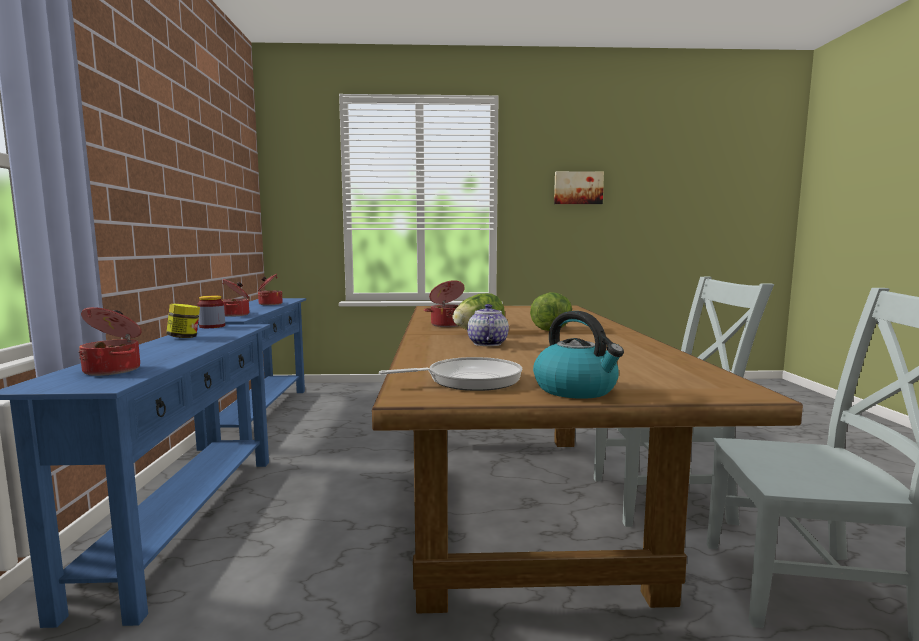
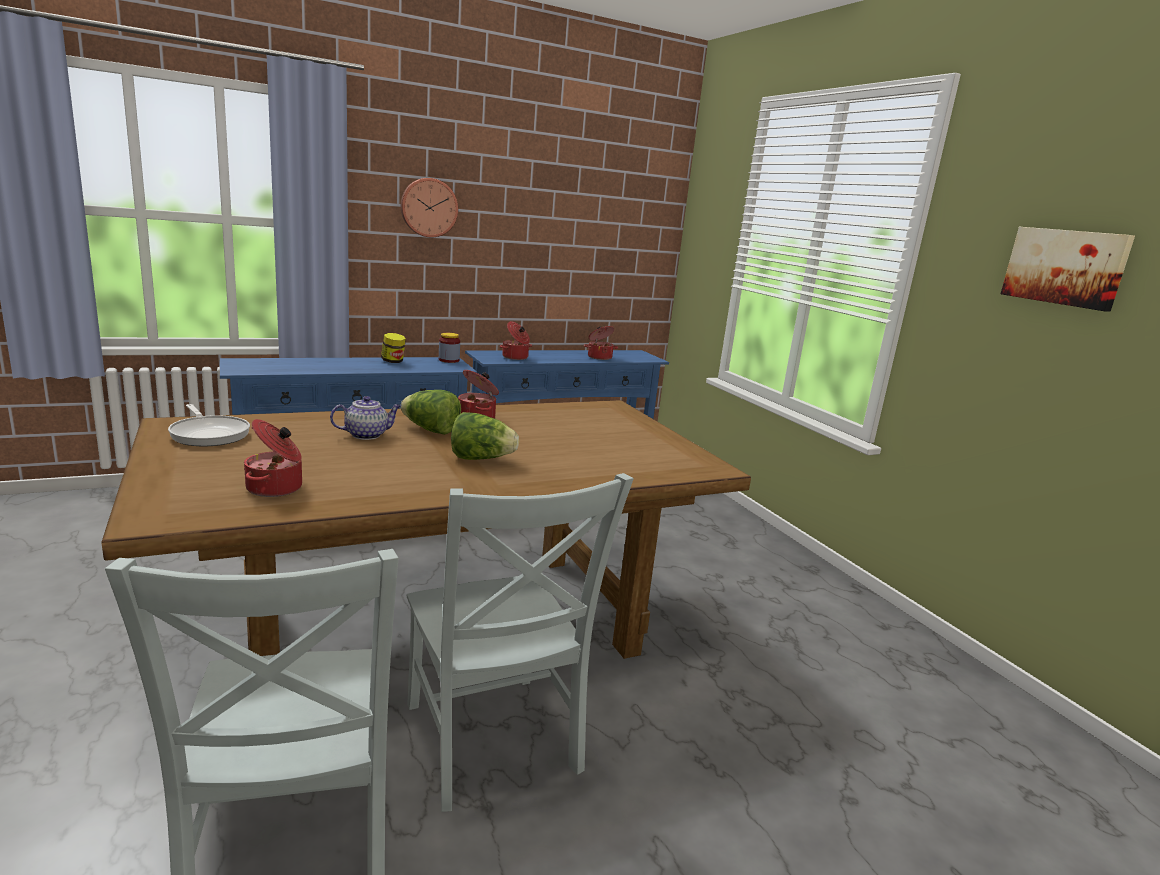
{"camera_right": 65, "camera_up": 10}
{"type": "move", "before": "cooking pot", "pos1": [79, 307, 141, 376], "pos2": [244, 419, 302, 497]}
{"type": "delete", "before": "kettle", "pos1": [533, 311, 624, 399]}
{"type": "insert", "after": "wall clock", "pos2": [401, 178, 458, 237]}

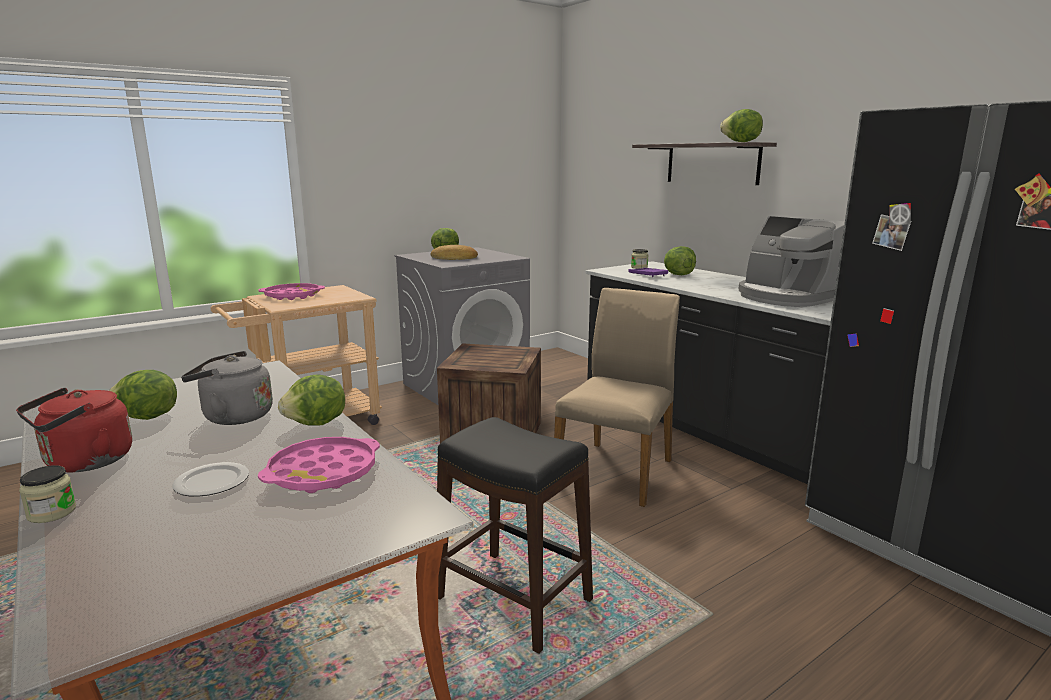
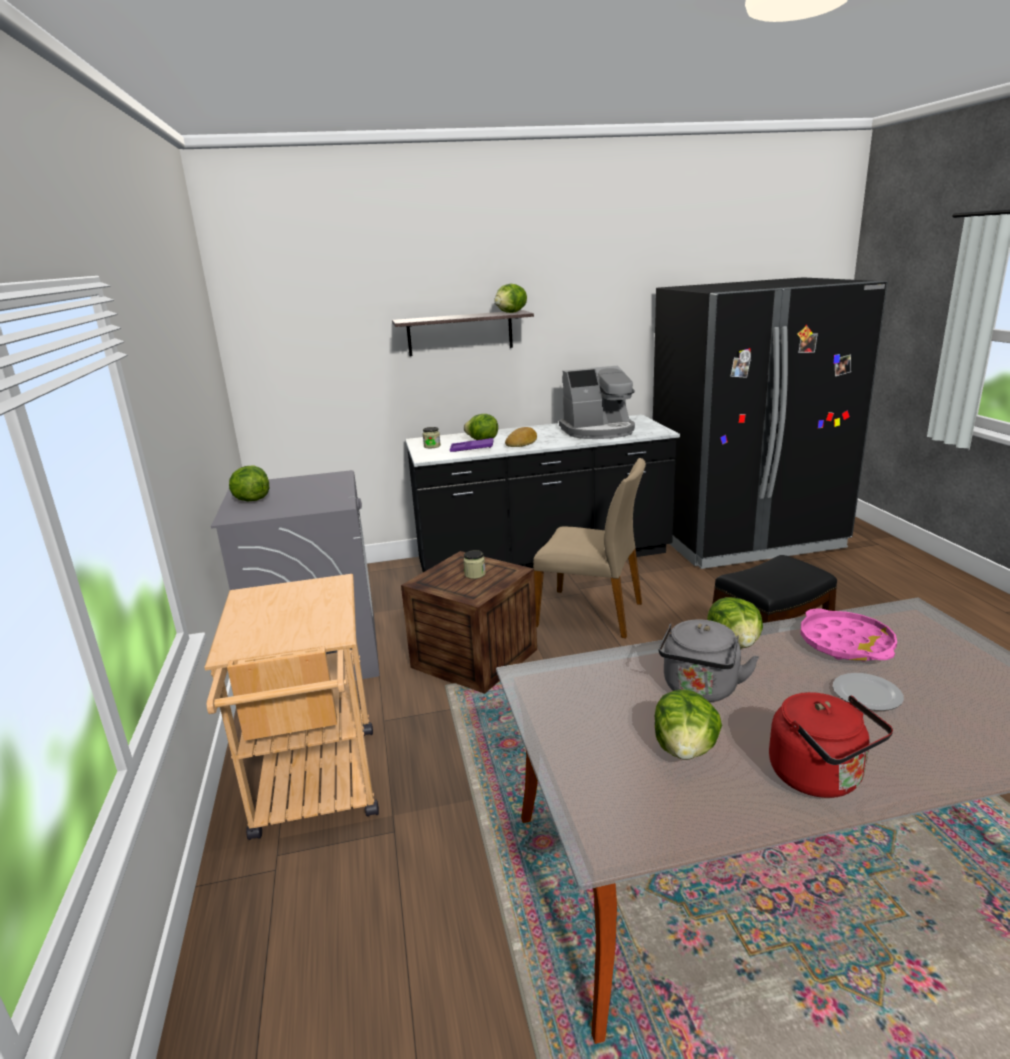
{"camera_right": -65, "camera_up": 5}
{"type": "move", "before": "jar", "pos1": [19, 465, 76, 523], "pos2": [463, 550, 486, 579]}
{"type": "delete", "before": "pink tray", "pos1": [258, 283, 325, 300]}
{"type": "move", "before": "bread", "pos1": [431, 245, 478, 260], "pos2": [505, 427, 537, 447]}
{"type": "rotate", "before": "beige chair", "pos1": [554, 288, 680, 507], "pos2": [533, 458, 646, 638], "turn": 150}

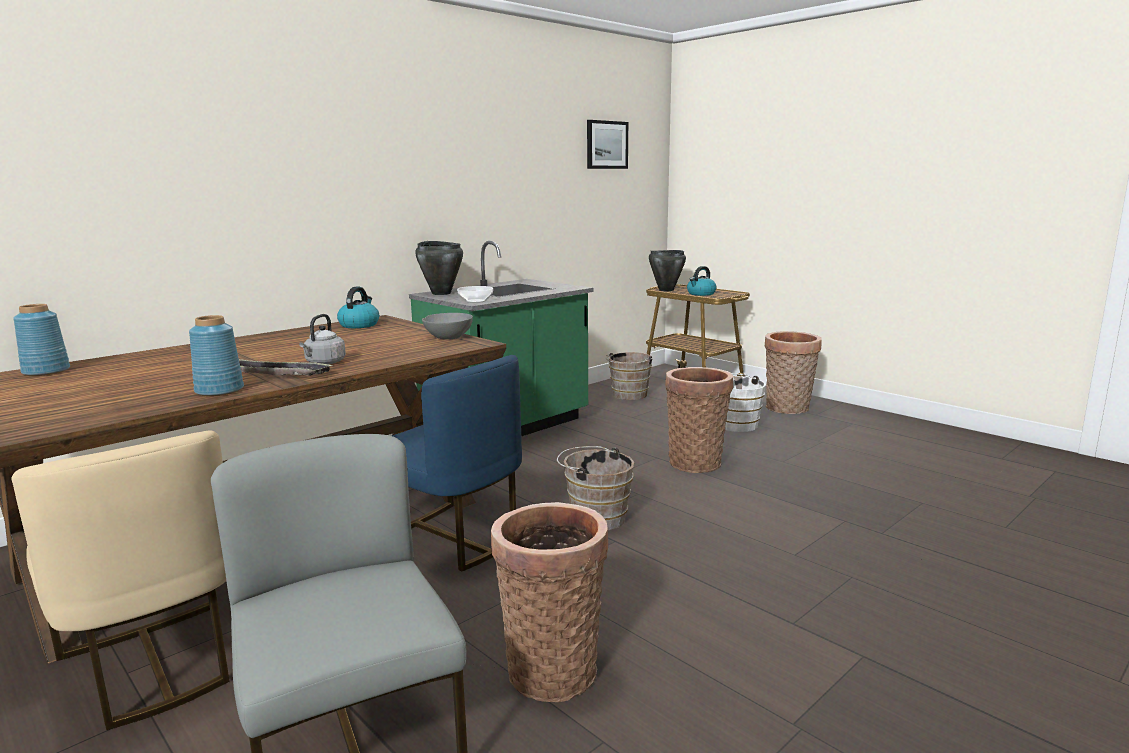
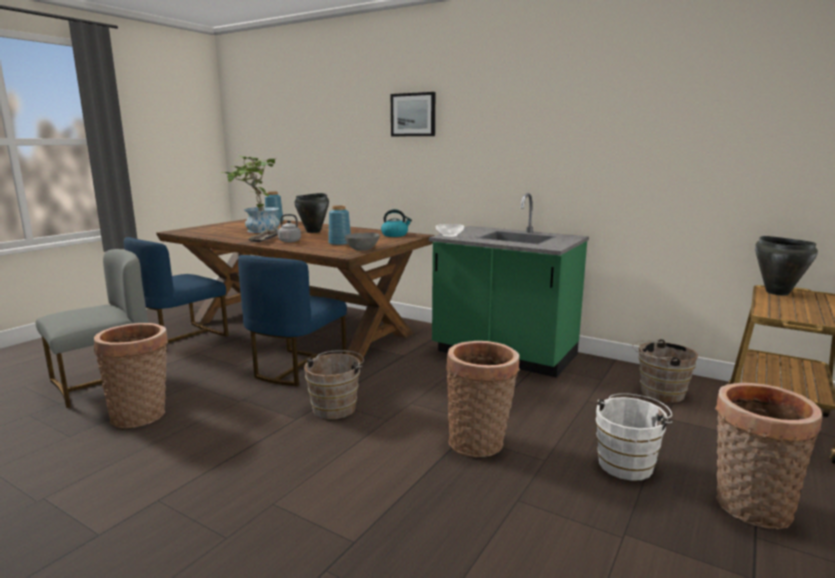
{"camera_right": 75, "camera_up": 0}
{"type": "recolor", "before": "beige chair", "after": "blue chair", "pos1": [11, 430, 230, 730], "pos2": [124, 237, 228, 351]}
{"type": "move", "before": "blue vase", "pos1": [189, 315, 244, 397], "pos2": [328, 205, 351, 246]}
{"type": "move", "before": "black cooking pot", "pos1": [415, 241, 463, 295], "pos2": [295, 193, 329, 233]}
{"type": "move", "before": "picture", "pos1": [587, 120, 628, 169], "pos2": [391, 92, 435, 136]}
{"type": "delete", "before": "kettle", "pos1": [687, 266, 717, 296]}
{"type": "insert", "after": "potted plant", "pos2": [221, 156, 280, 233]}

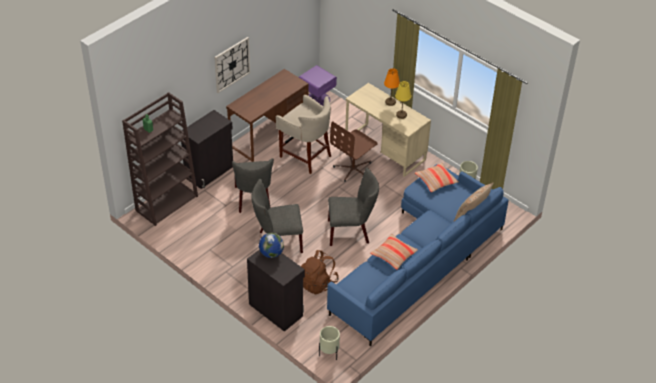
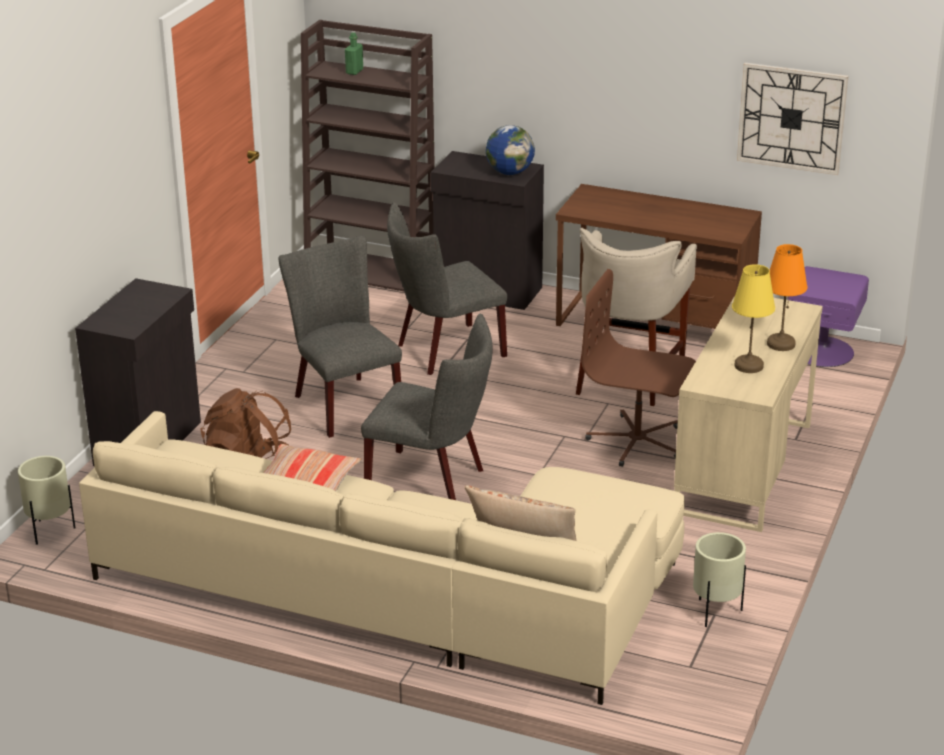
{"camera_right": 70, "camera_up": -15}
{"type": "move", "before": "wall clock", "pos1": [214, 37, 250, 93], "pos2": [737, 63, 848, 175]}
{"type": "move", "before": "globe", "pos1": [259, 233, 284, 258], "pos2": [486, 125, 535, 175]}
{"type": "recolor", "before": "blue sofa", "after": "beige sofa", "pos1": [327, 164, 509, 346], "pos2": [79, 411, 685, 705]}
{"type": "rotate", "before": "grey chair", "pos1": [328, 168, 379, 246], "pos2": [361, 314, 493, 500], "turn": -45}
{"type": "delete", "before": "pillow", "pos1": [415, 163, 459, 192]}

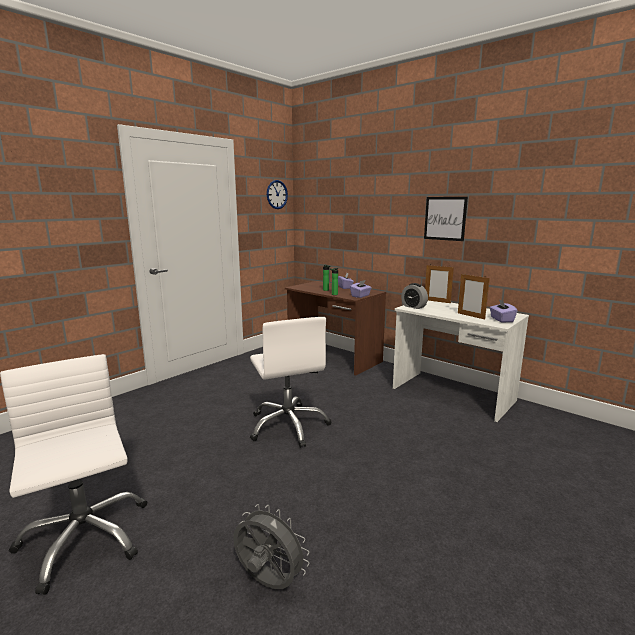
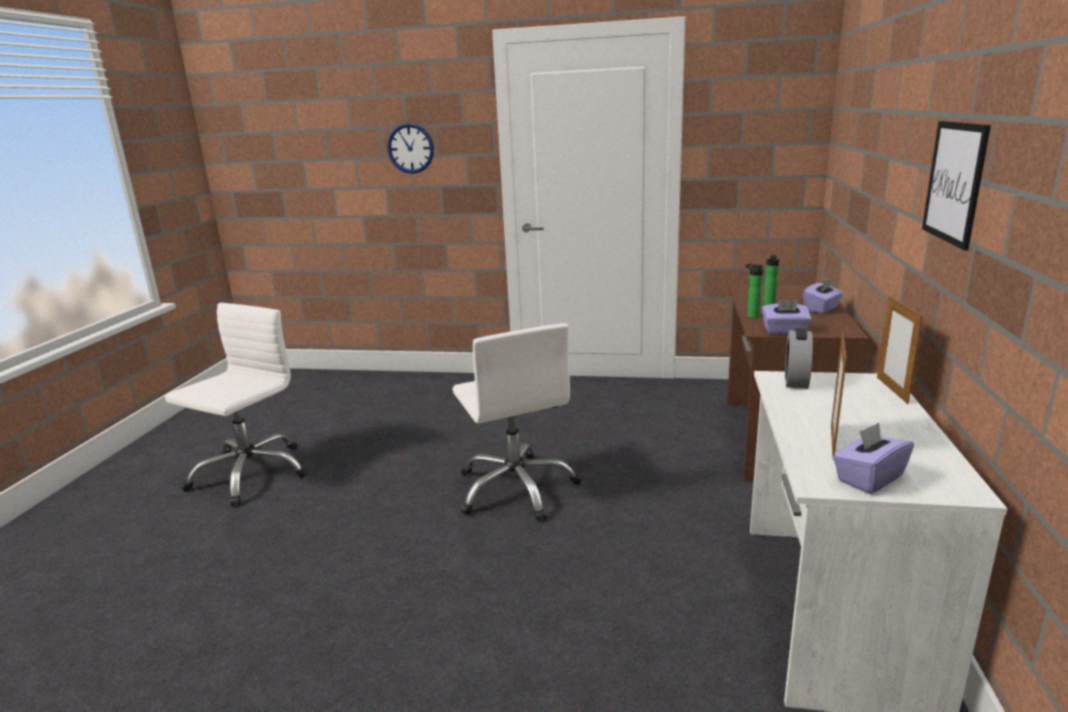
{"camera_right": 60, "camera_up": 5}
{"type": "delete", "before": "grey fan", "pos1": [234, 504, 310, 589]}
{"type": "rotate", "before": "white office chair", "pos1": [250, 317, 332, 448], "pos2": [452, 323, 581, 522], "turn": -60}
{"type": "move", "before": "wall clock", "pos1": [267, 180, 288, 209], "pos2": [387, 123, 434, 174]}

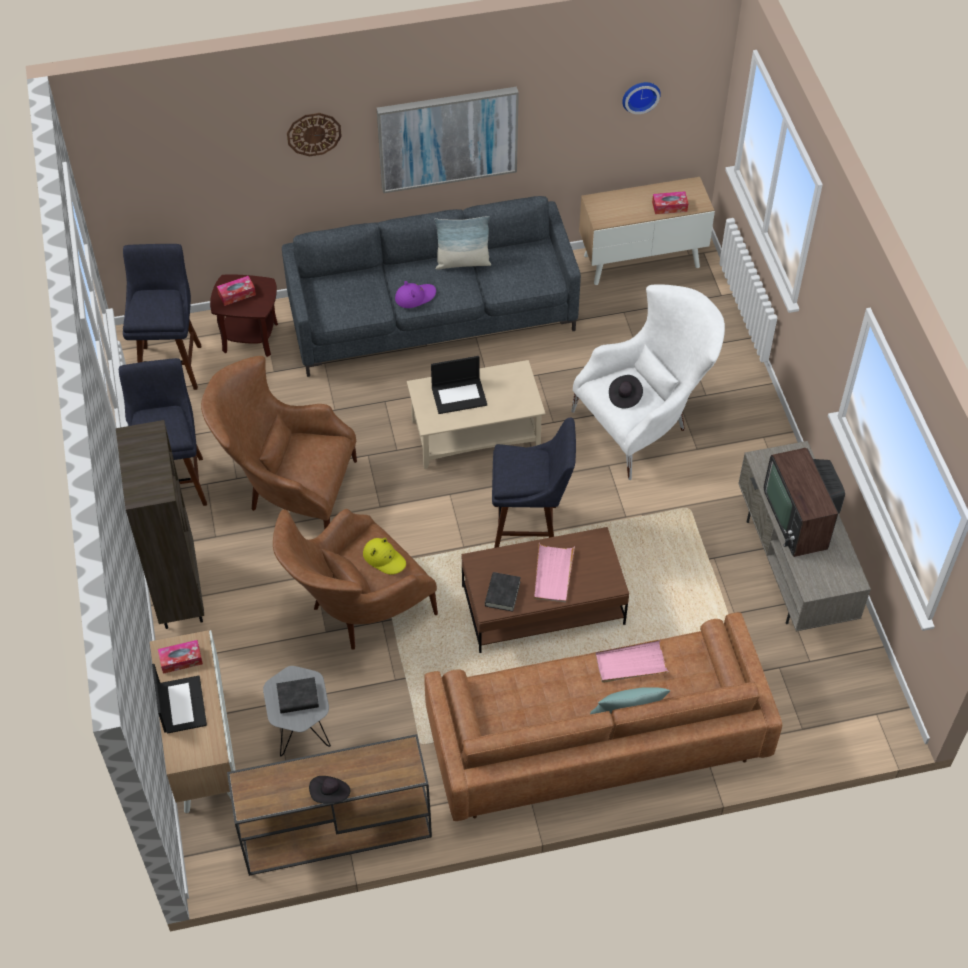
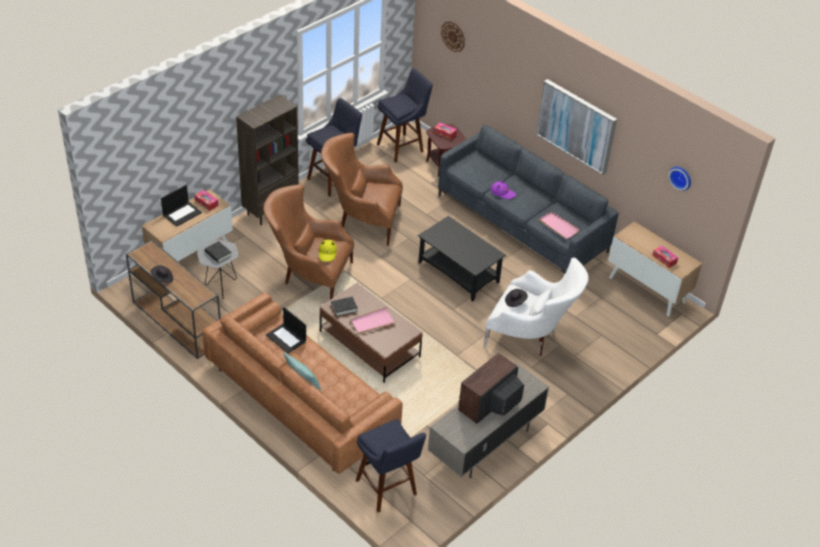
{"camera_right": 55, "camera_up": -10}
{"type": "rotate", "before": "brown armchair", "pos1": [201, 356, 357, 530], "pos2": [321, 133, 403, 246], "turn": -60}
{"type": "move", "before": "wall clock", "pos1": [287, 113, 342, 157], "pos2": [441, 21, 465, 52]}
{"type": "recolor", "before": "beige coffee table", "after": "black coffee table", "pos1": [407, 360, 546, 469], "pos2": [418, 216, 506, 302]}
{"type": "move", "before": "laptop", "pos1": [431, 356, 487, 414], "pos2": [266, 307, 306, 354]}
{"type": "delete", "before": "pillow", "pos1": [435, 216, 491, 270]}
{"type": "move", "before": "blue stool", "pos1": [492, 418, 576, 548], "pos2": [356, 419, 426, 512]}
{"type": "move", "before": "pink tray", "pos1": [595, 640, 668, 683], "pos2": [539, 211, 580, 239]}

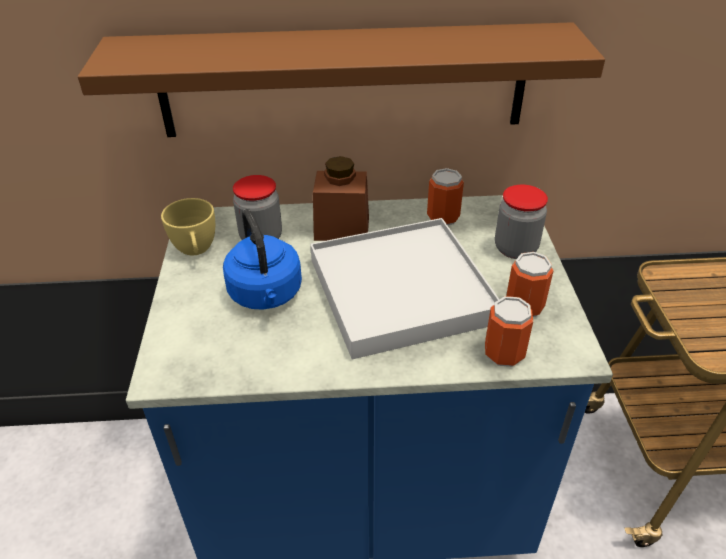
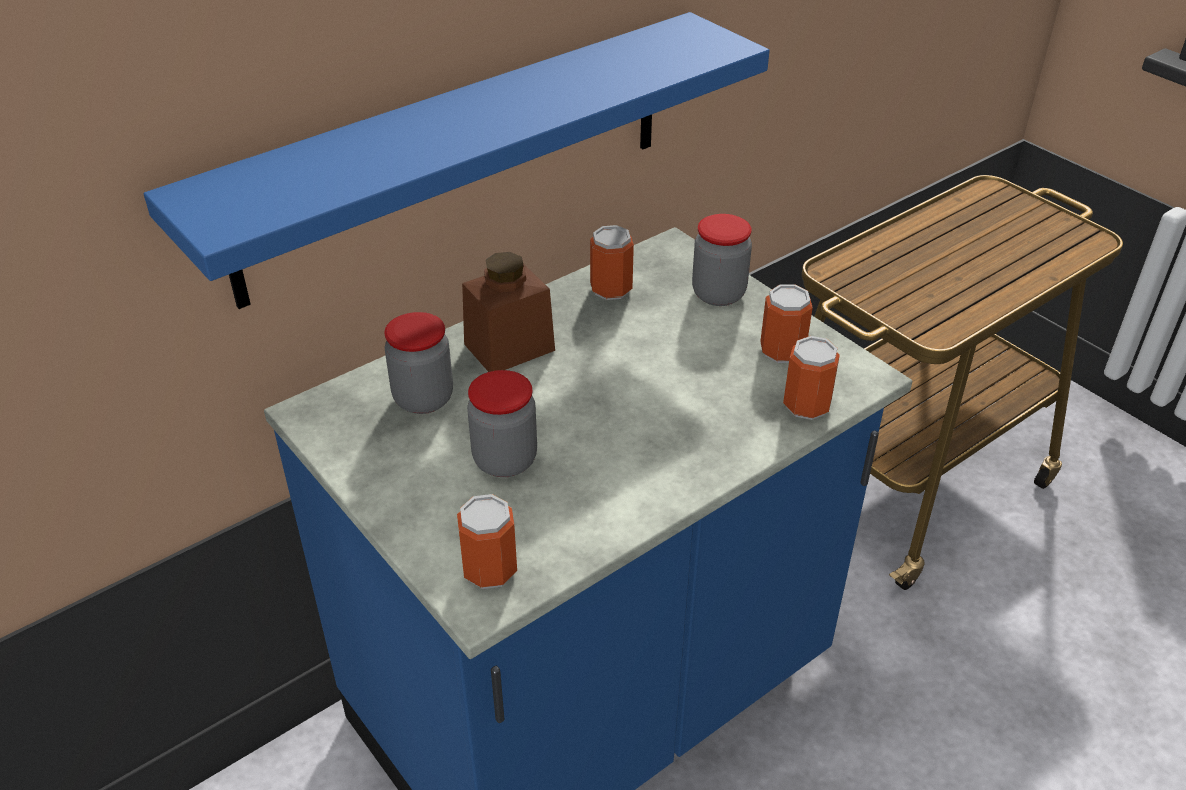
{"camera_right": -35, "camera_up": 0}
{"type": "recolor", "before": "brown shelf", "after": "blue shelf", "pos1": [78, 22, 605, 137], "pos2": [144, 12, 770, 309]}
{"type": "delete", "before": "yellow cup", "pos1": [161, 198, 215, 255]}
{"type": "replace", "before": "blue kettle", "after": "jar", "pos1": [223, 209, 302, 310], "pos2": [467, 370, 537, 477]}
{"type": "delete", "before": "white tray", "pos1": [310, 218, 499, 359]}
{"type": "insert", "after": "can", "pos2": [457, 494, 517, 589]}

